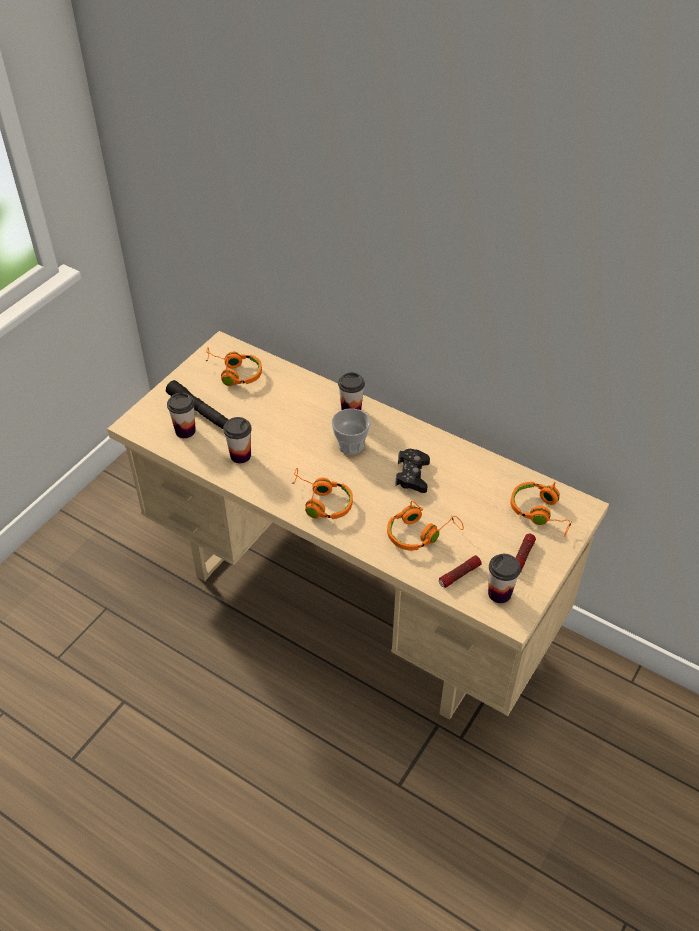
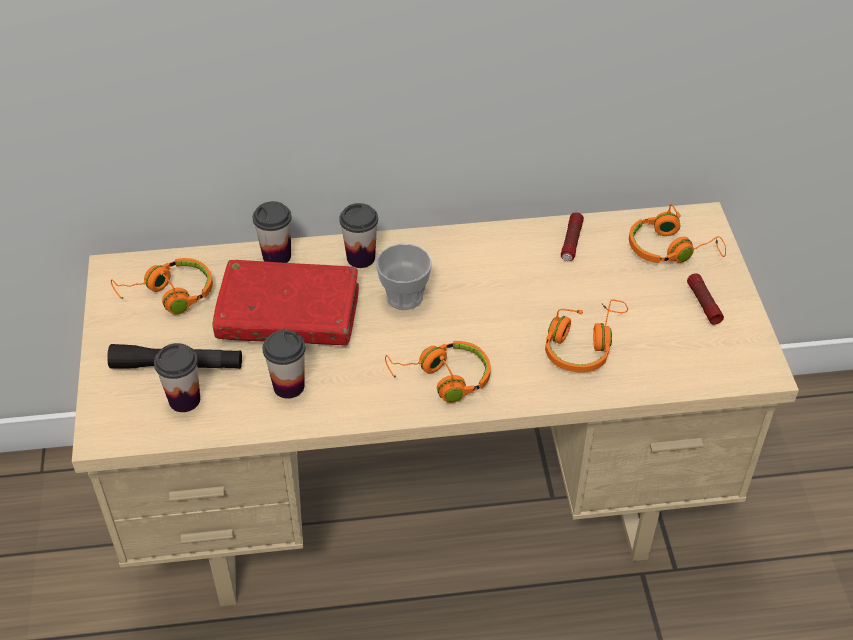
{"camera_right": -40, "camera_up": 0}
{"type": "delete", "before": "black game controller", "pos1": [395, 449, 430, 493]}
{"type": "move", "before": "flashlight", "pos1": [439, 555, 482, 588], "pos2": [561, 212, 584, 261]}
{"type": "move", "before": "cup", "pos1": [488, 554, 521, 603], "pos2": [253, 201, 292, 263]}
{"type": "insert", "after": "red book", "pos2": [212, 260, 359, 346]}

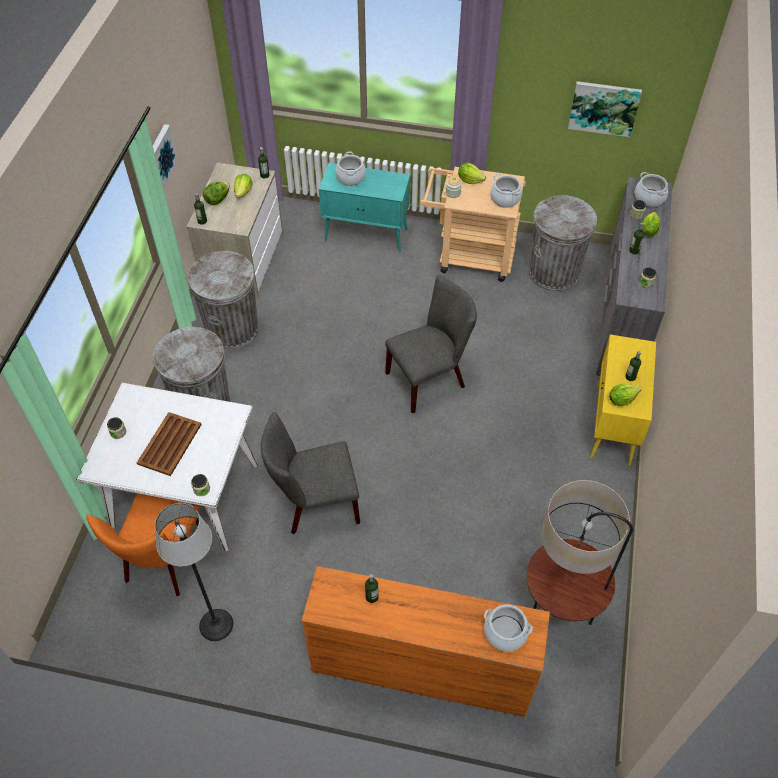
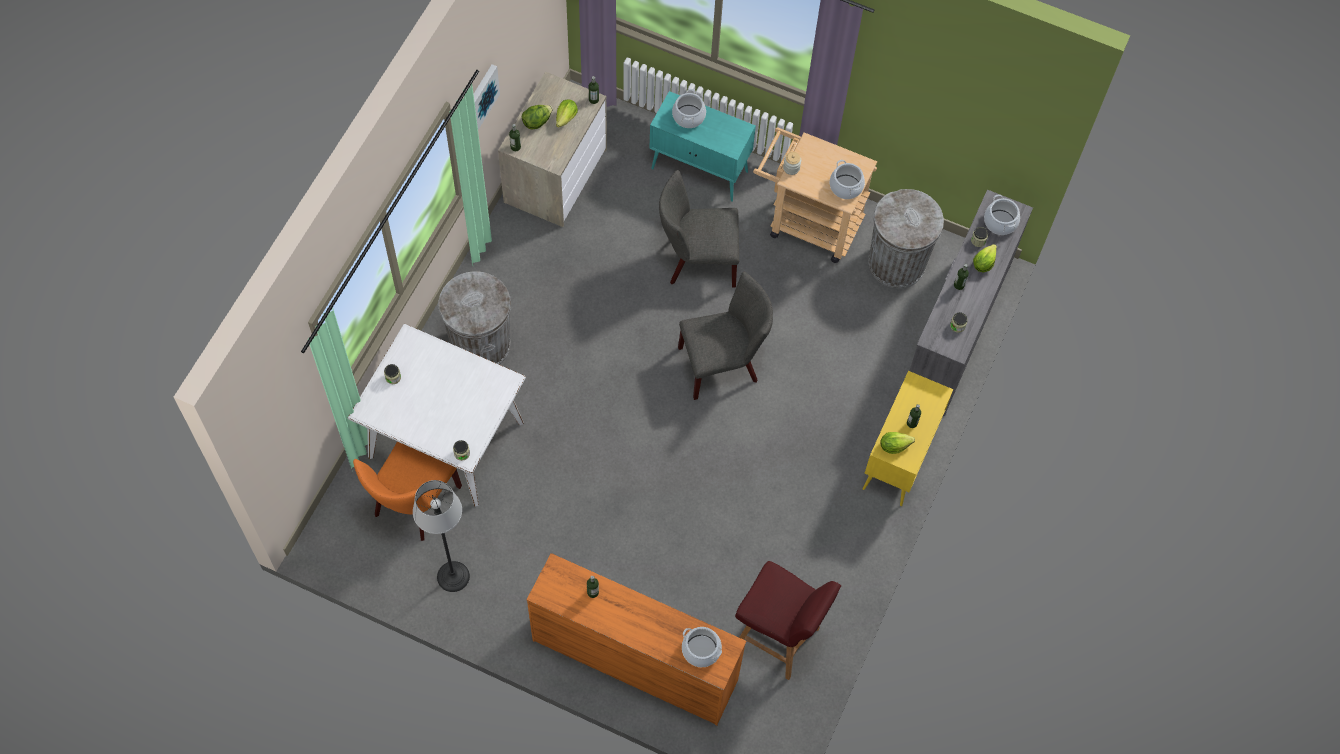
{"camera_right": 10, "camera_up": 10}
{"type": "delete", "before": "brown tray", "pos1": [137, 412, 202, 476]}
{"type": "delete", "before": "grey trash can", "pos1": [188, 251, 259, 350]}
{"type": "move", "before": "grey chair", "pos1": [261, 412, 360, 535], "pos2": [659, 170, 739, 288]}
{"type": "delete", "before": "lettuce", "pos1": [458, 163, 486, 184]}
{"type": "replace", "before": "floor lamp", "after": "red stool", "pos1": [527, 480, 633, 625], "pos2": [735, 561, 841, 680]}
{"type": "delete", "before": "picture", "pos1": [568, 81, 642, 137]}

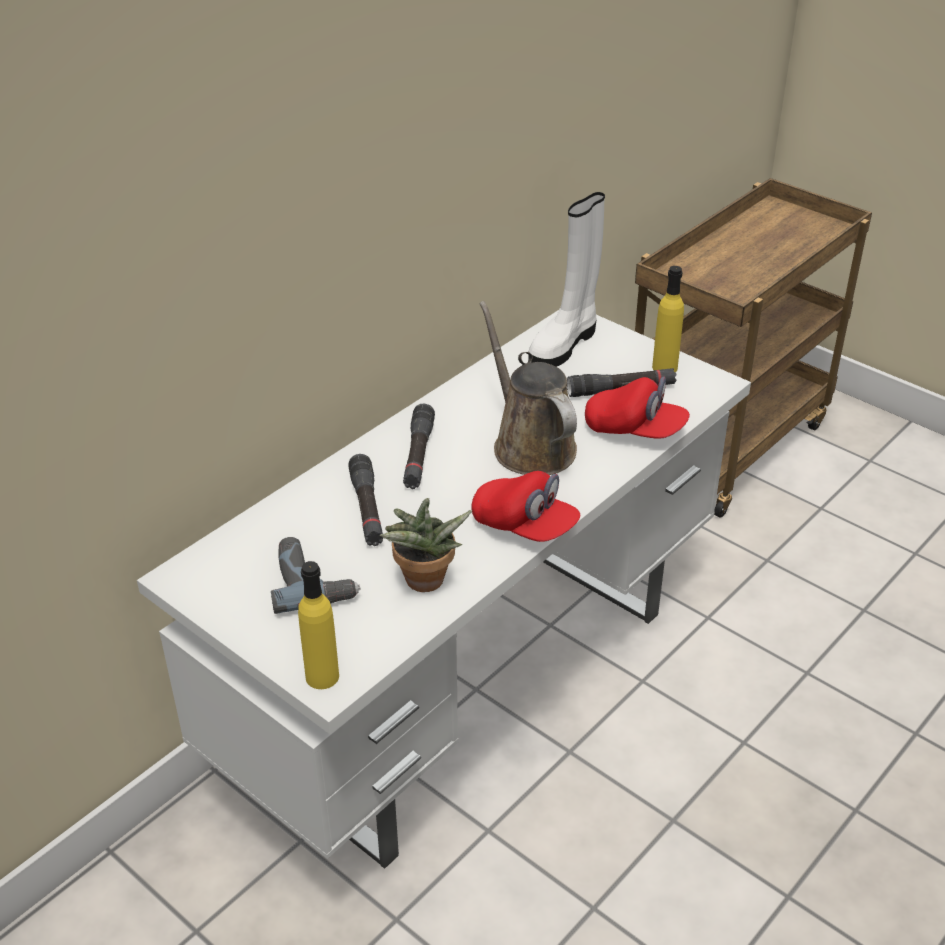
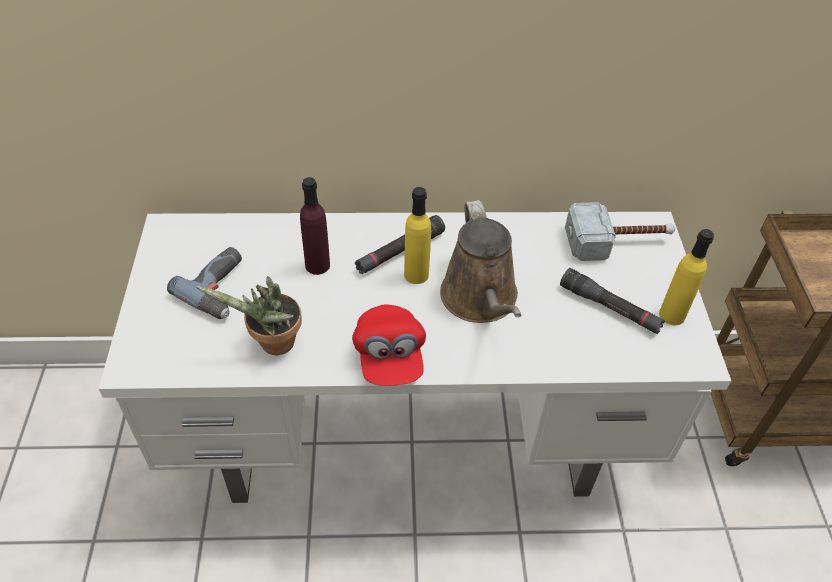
{"camera_right": 45, "camera_up": 10}
{"type": "move", "before": "yellow bottle", "pos1": [298, 561, 339, 689], "pos2": [404, 187, 431, 284]}
{"type": "replace", "before": "black flashlight", "after": "purple bottle", "pos1": [348, 454, 383, 546], "pos2": [300, 177, 330, 275]}
{"type": "rotate", "before": "brown watering can", "pos1": [479, 301, 577, 475], "pos2": [440, 200, 521, 323], "turn": 150}
{"type": "replace", "before": "white boot", "after": "hammer", "pos1": [528, 192, 605, 367], "pos2": [565, 202, 675, 261]}
{"type": "delete", "before": "red cap", "pos1": [585, 377, 690, 439]}

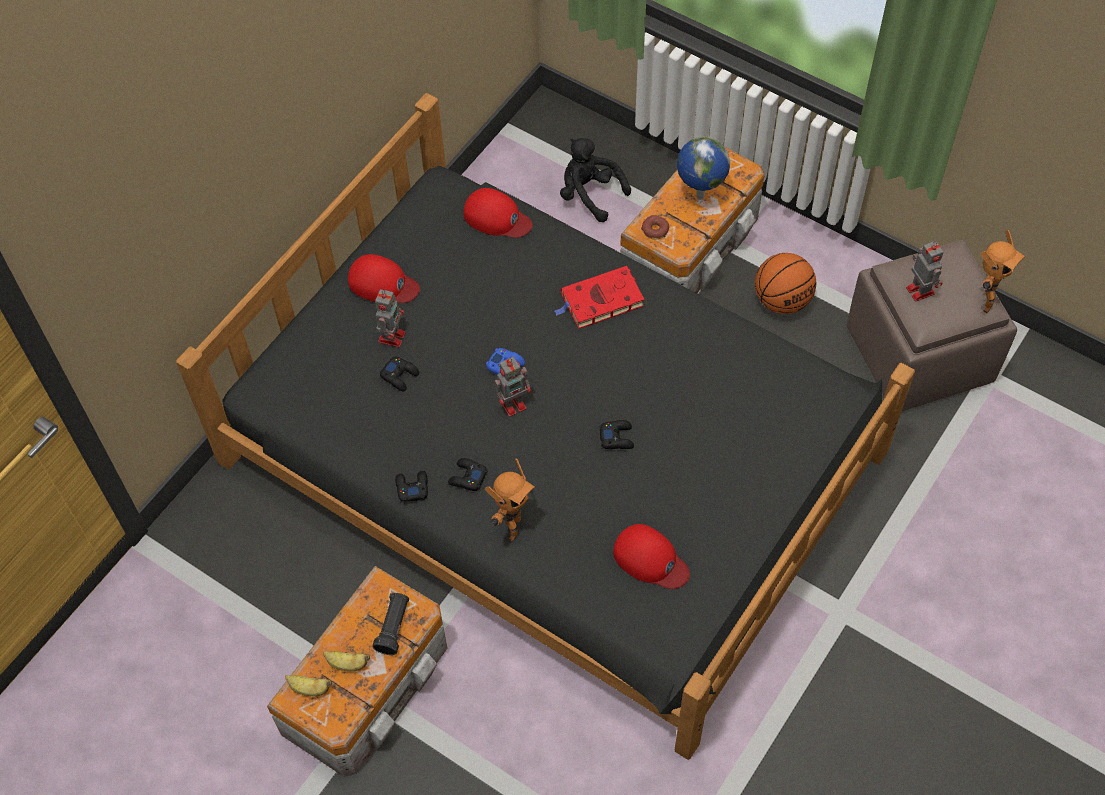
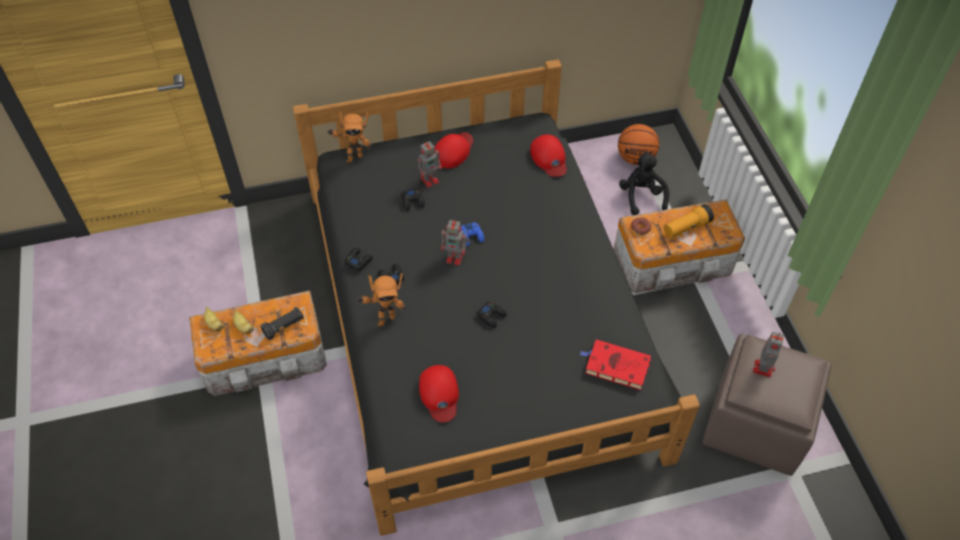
{"camera_right": 40, "camera_up": -5}
{"type": "rotate", "before": "red cap", "pos1": [348, 254, 420, 303], "pos2": [435, 132, 473, 168], "turn": -120}
{"type": "move", "before": "red book", "pos1": [554, 266, 645, 329], "pos2": [579, 339, 651, 390]}
{"type": "replace", "before": "globe", "after": "flashlight", "pos1": [677, 137, 730, 200], "pos2": [664, 204, 714, 238]}
{"type": "move", "before": "basketball", "pos1": [755, 253, 816, 314], "pos2": [618, 124, 659, 165]}
{"type": "move", "before": "toy robot", "pos1": [981, 230, 1025, 313], "pos2": [327, 111, 371, 163]}

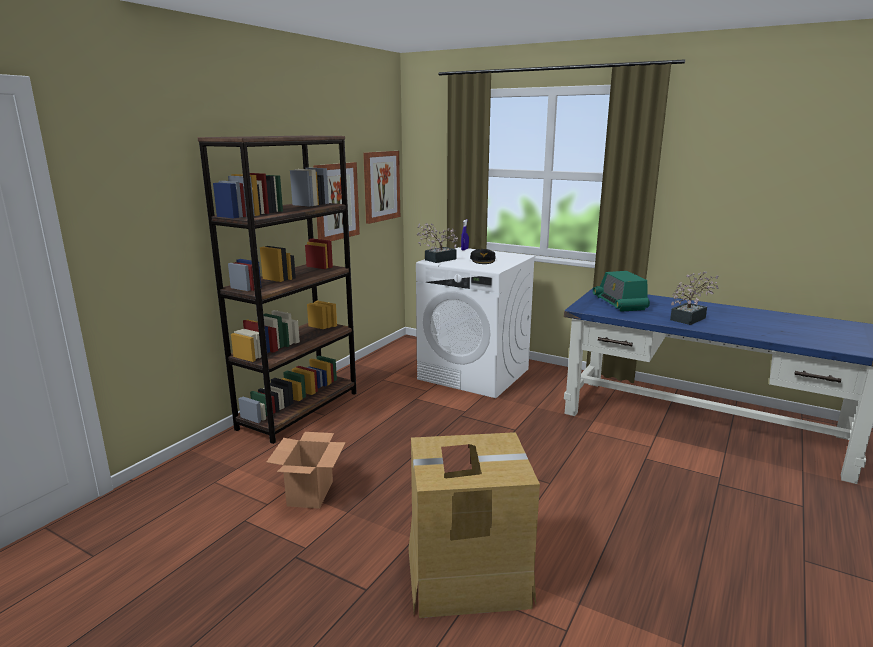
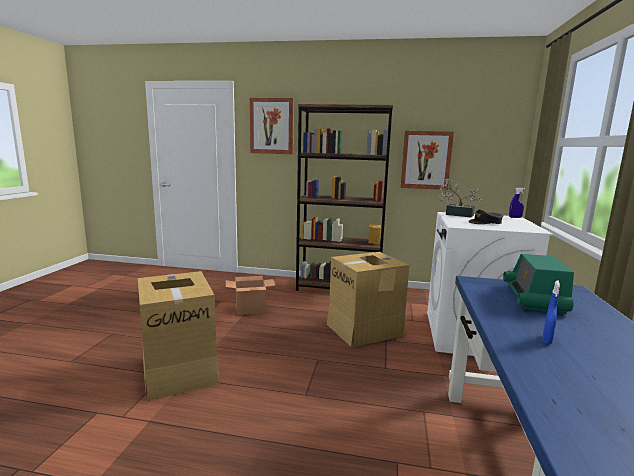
{"camera_right": 70, "camera_up": -5}
{"type": "move", "before": "picture", "pos1": [363, 151, 400, 224], "pos2": [250, 98, 294, 154]}
{"type": "rotate", "before": "radio", "pos1": [593, 271, 650, 312], "pos2": [503, 254, 574, 314], "turn": -45}
{"type": "replace", "before": "potted plant", "after": "blue spray bottle", "pos1": [670, 271, 719, 325], "pos2": [543, 280, 560, 344]}
{"type": "insert", "after": "cardboard box", "pos2": [327, 252, 409, 347]}

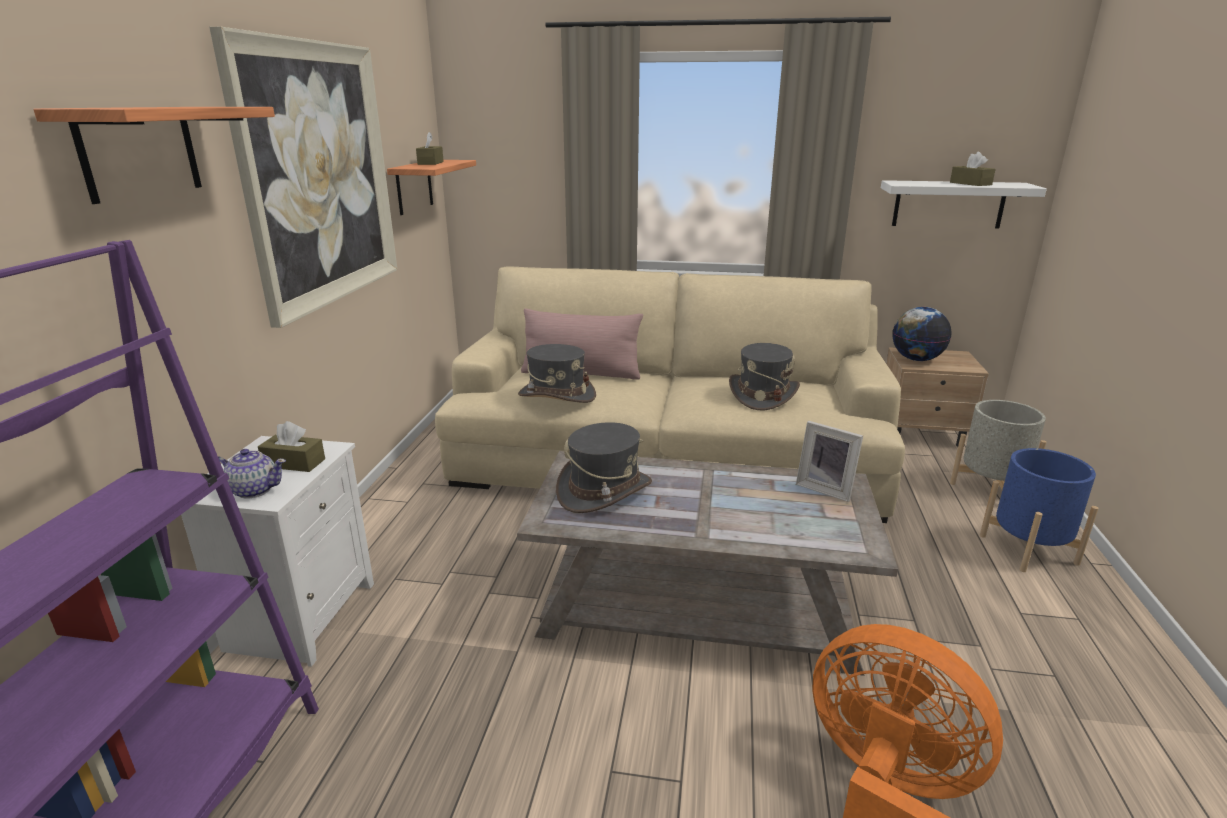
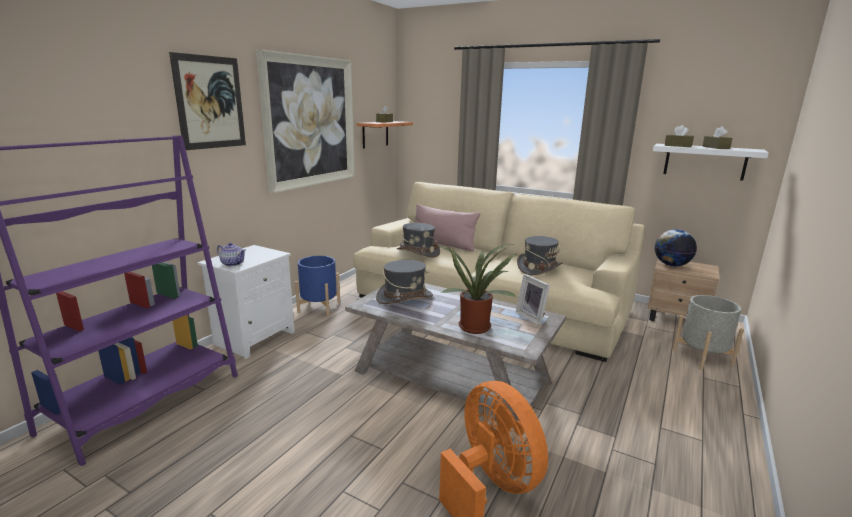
{"camera_right": 20, "camera_up": -5}
{"type": "replace", "before": "shelf", "after": "picture", "pos1": [33, 107, 275, 204], "pos2": [169, 52, 246, 150]}
{"type": "move", "before": "brown tissue box", "pos1": [258, 421, 325, 472], "pos2": [665, 125, 694, 147]}
{"type": "move", "before": "blue planter", "pos1": [980, 448, 1099, 572], "pos2": [295, 256, 340, 316]}
{"type": "insert", "after": "potted plant", "pos2": [437, 244, 518, 334]}

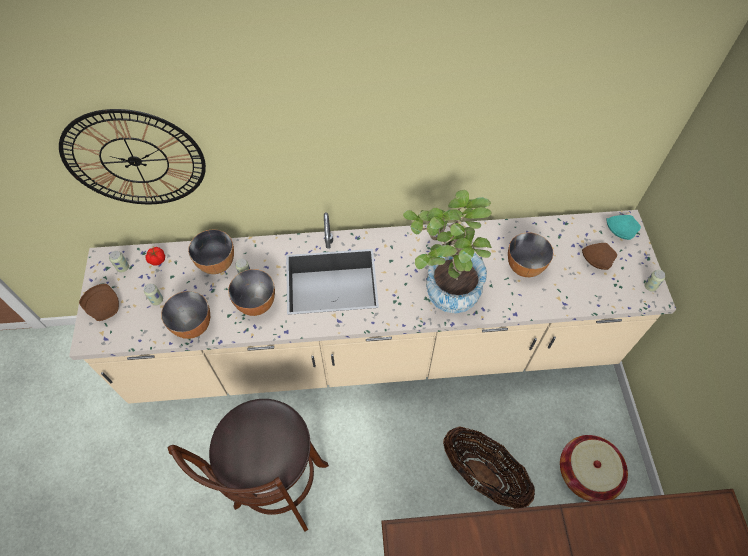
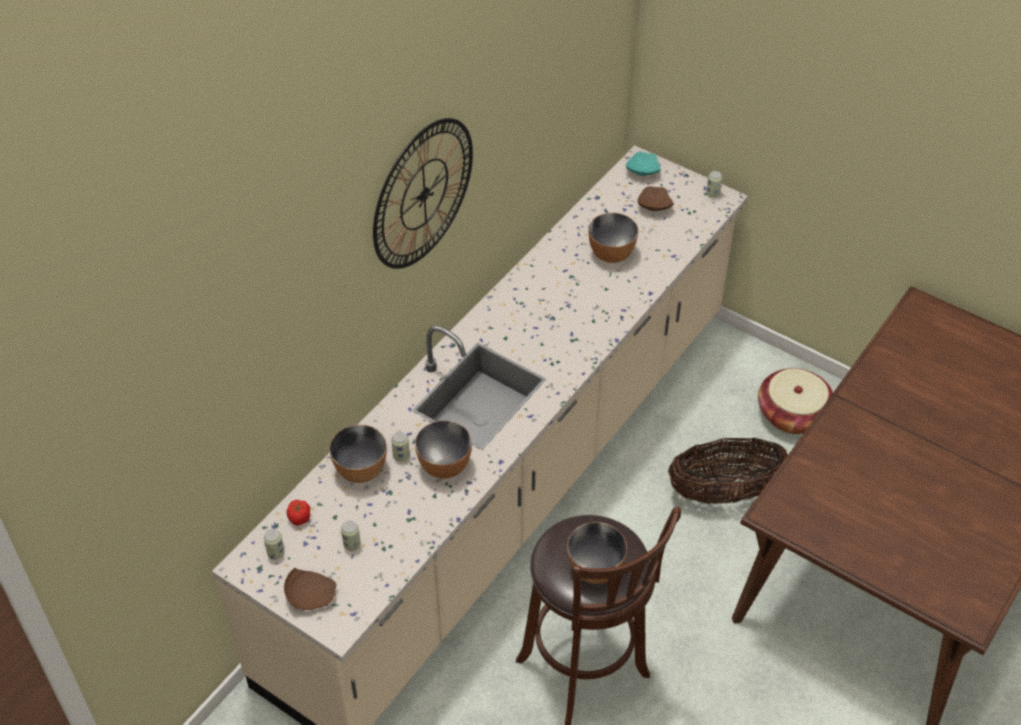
{"camera_right": -50, "camera_up": -10}
{"type": "move", "before": "wall clock", "pos1": [59, 109, 206, 204], "pos2": [373, 118, 473, 269]}
{"type": "move", "before": "bowl", "pos1": [161, 291, 210, 339], "pos2": [567, 522, 627, 584]}
{"type": "delete", "before": "potted plant", "pos1": [403, 190, 492, 313]}

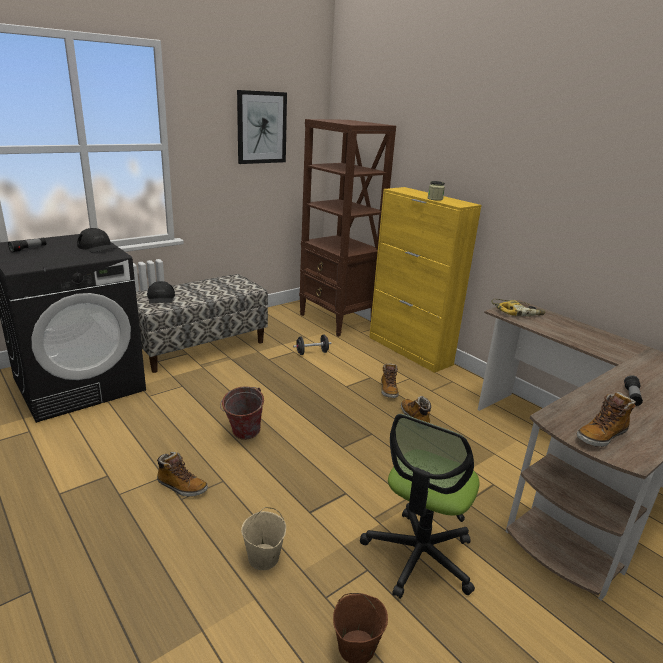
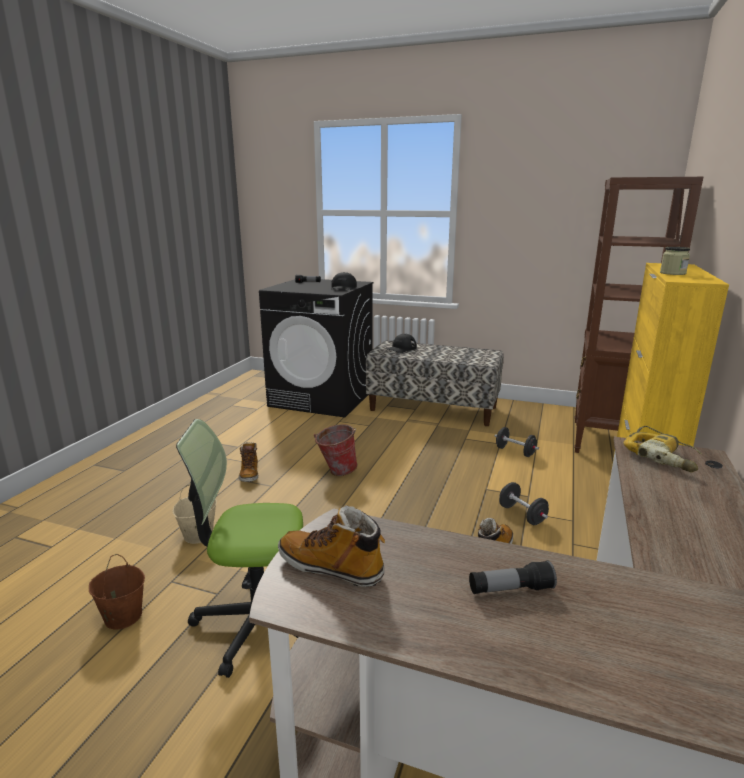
{"camera_right": 60, "camera_up": -5}
{"type": "delete", "before": "picture", "pos1": [237, 90, 287, 164]}
{"type": "replace", "before": "boot", "after": "black dumbbell", "pos1": [381, 363, 399, 398], "pos2": [499, 482, 549, 525]}

